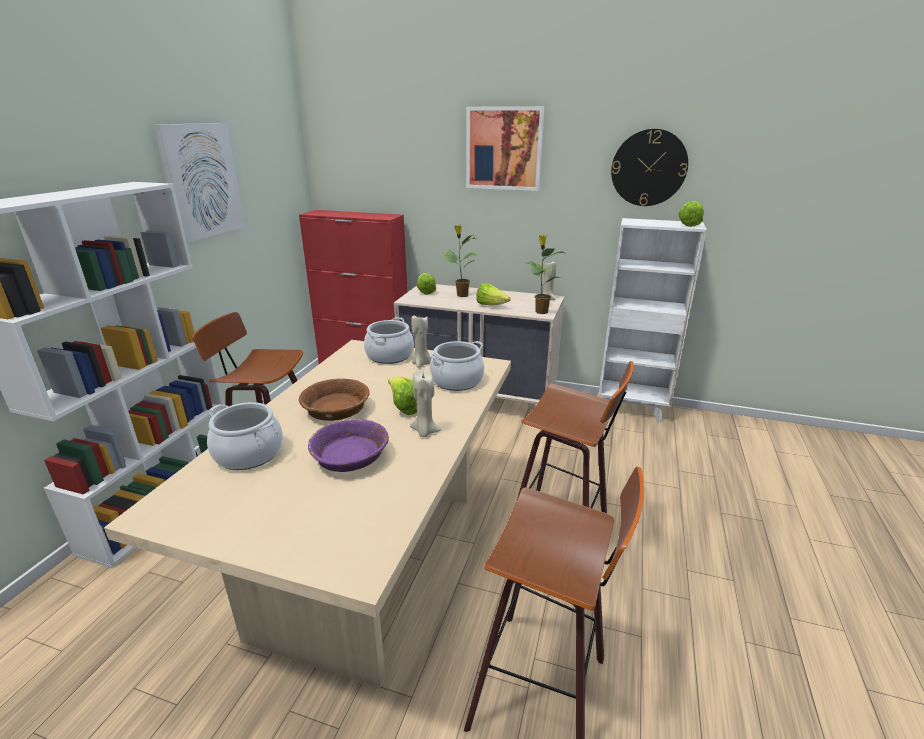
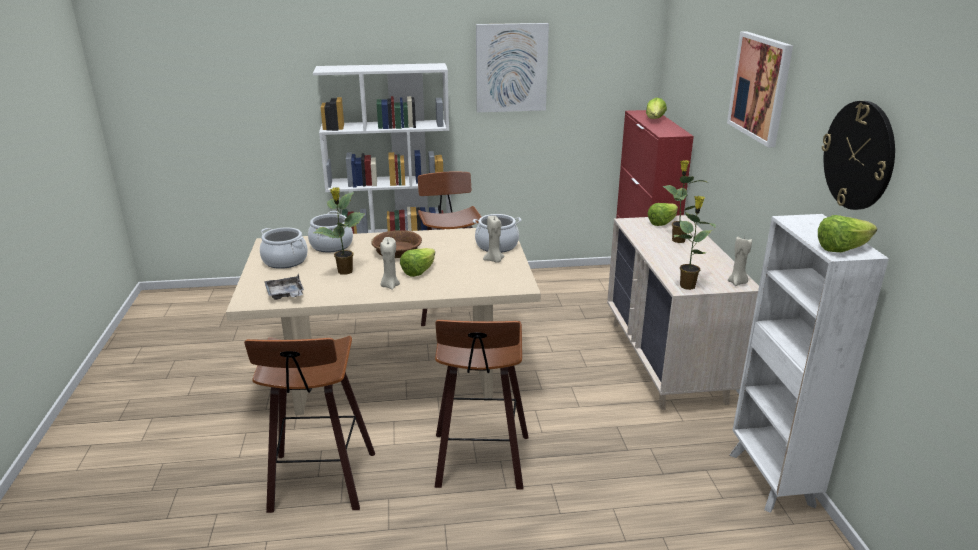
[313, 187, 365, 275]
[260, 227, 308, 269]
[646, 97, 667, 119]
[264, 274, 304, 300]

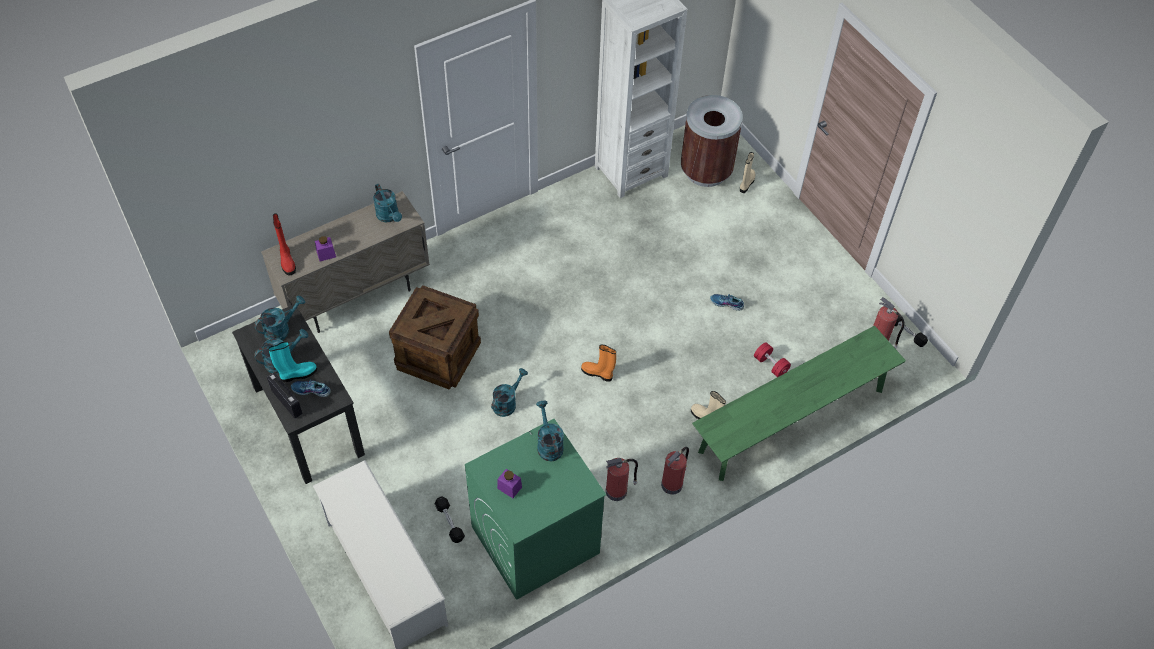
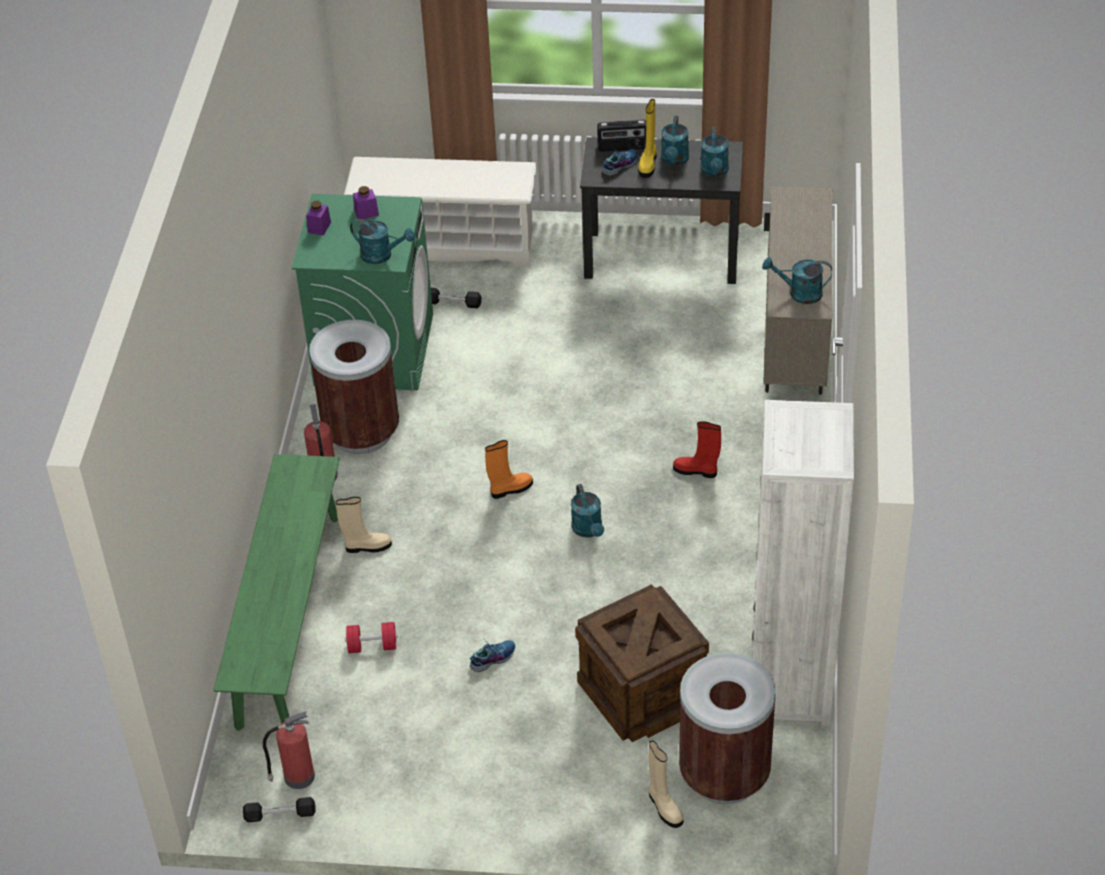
[638, 99, 657, 178]
[673, 421, 721, 478]
[306, 201, 331, 236]
[575, 584, 709, 742]
[571, 484, 604, 538]
[309, 320, 399, 454]

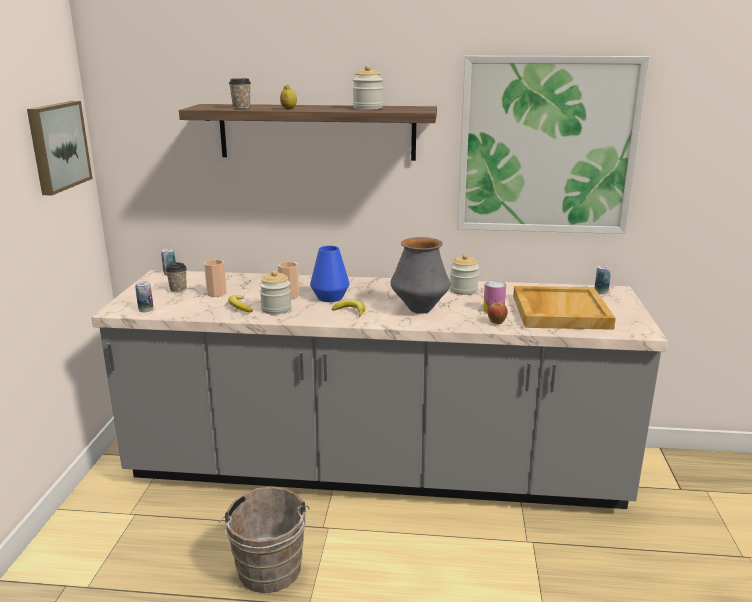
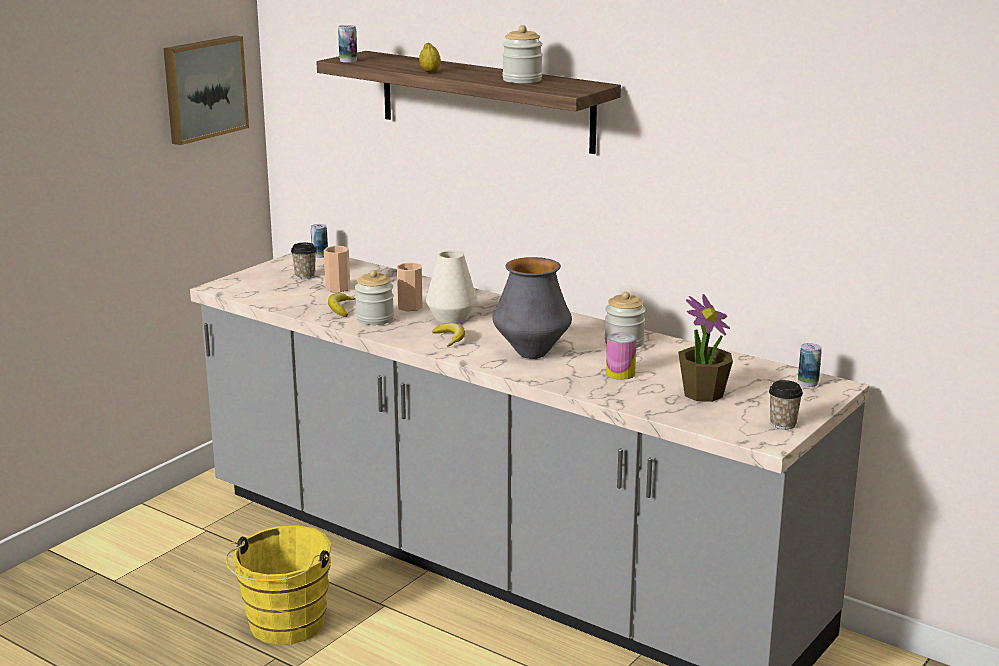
[338, 25, 357, 62]
[226, 525, 331, 645]
[769, 380, 803, 429]
[426, 250, 477, 324]
[457, 56, 650, 234] (first image)
[487, 300, 508, 324] (first image)
[678, 294, 733, 402]

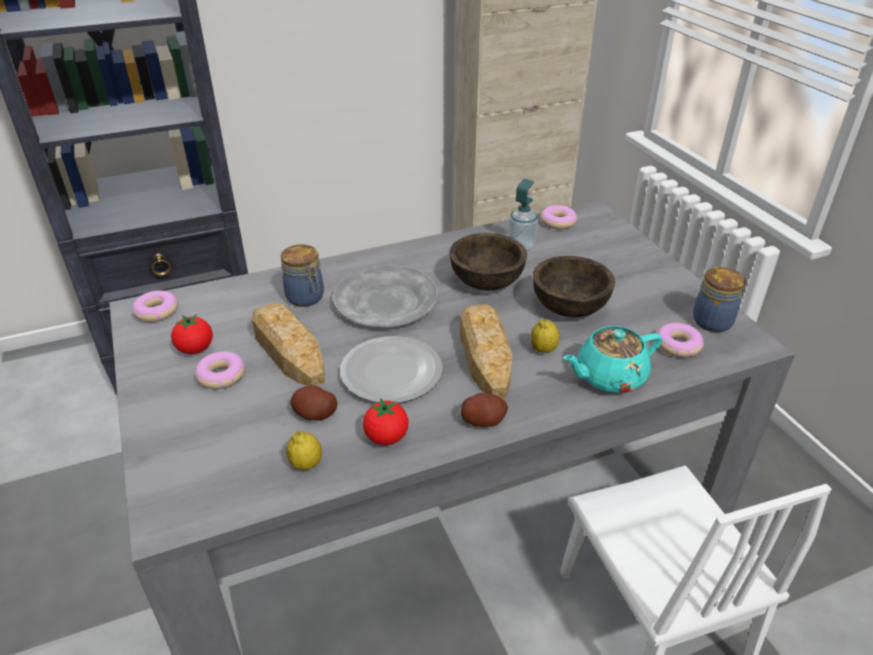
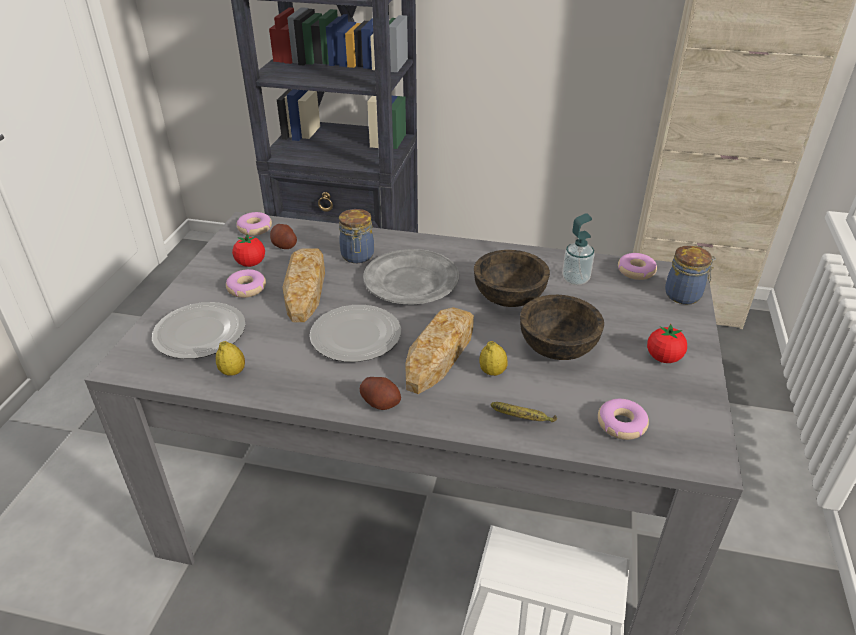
[270, 224, 297, 249]
[647, 324, 687, 363]
[491, 402, 557, 422]
[665, 246, 716, 305]
[152, 302, 245, 359]

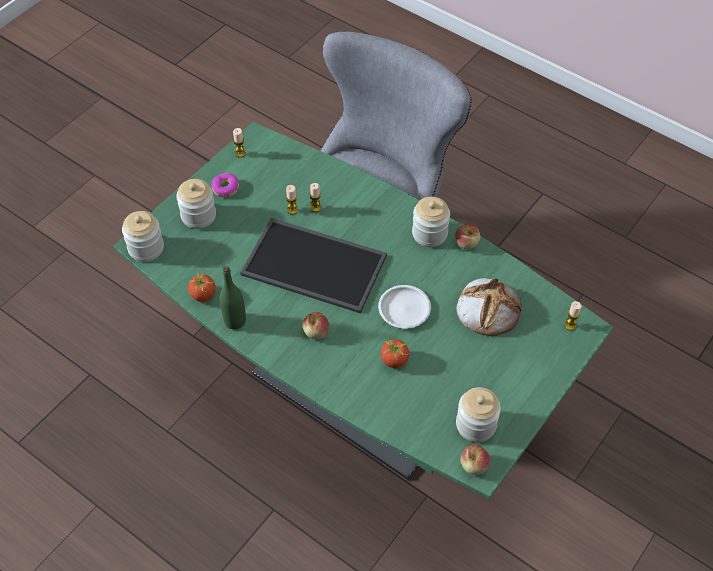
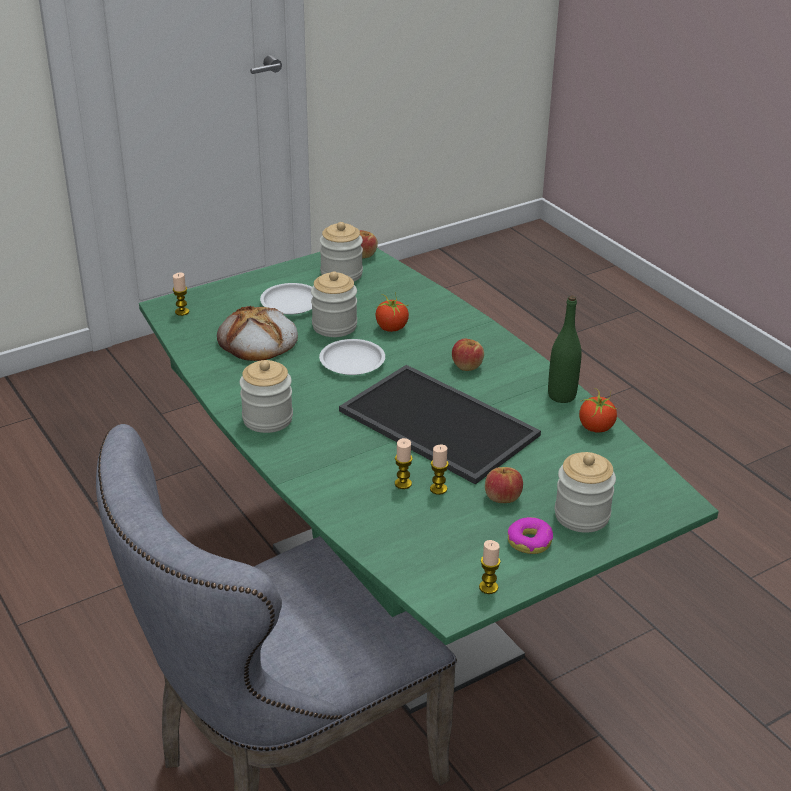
[311, 271, 357, 337]
[485, 467, 523, 503]
[260, 283, 313, 315]

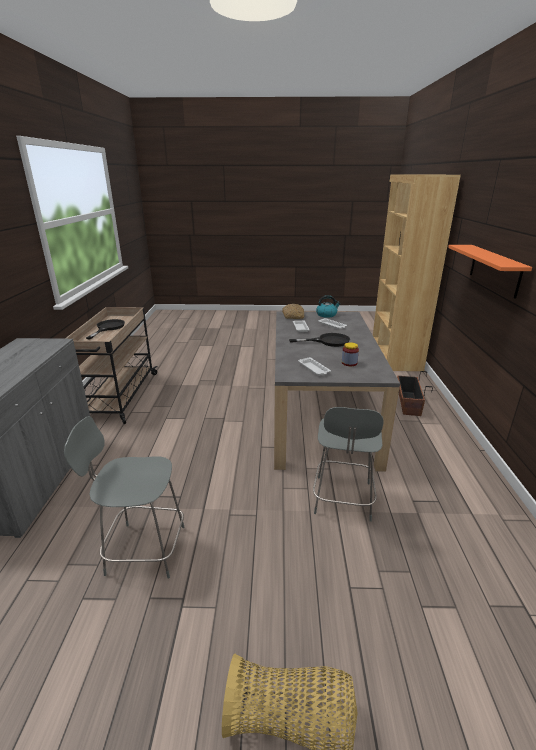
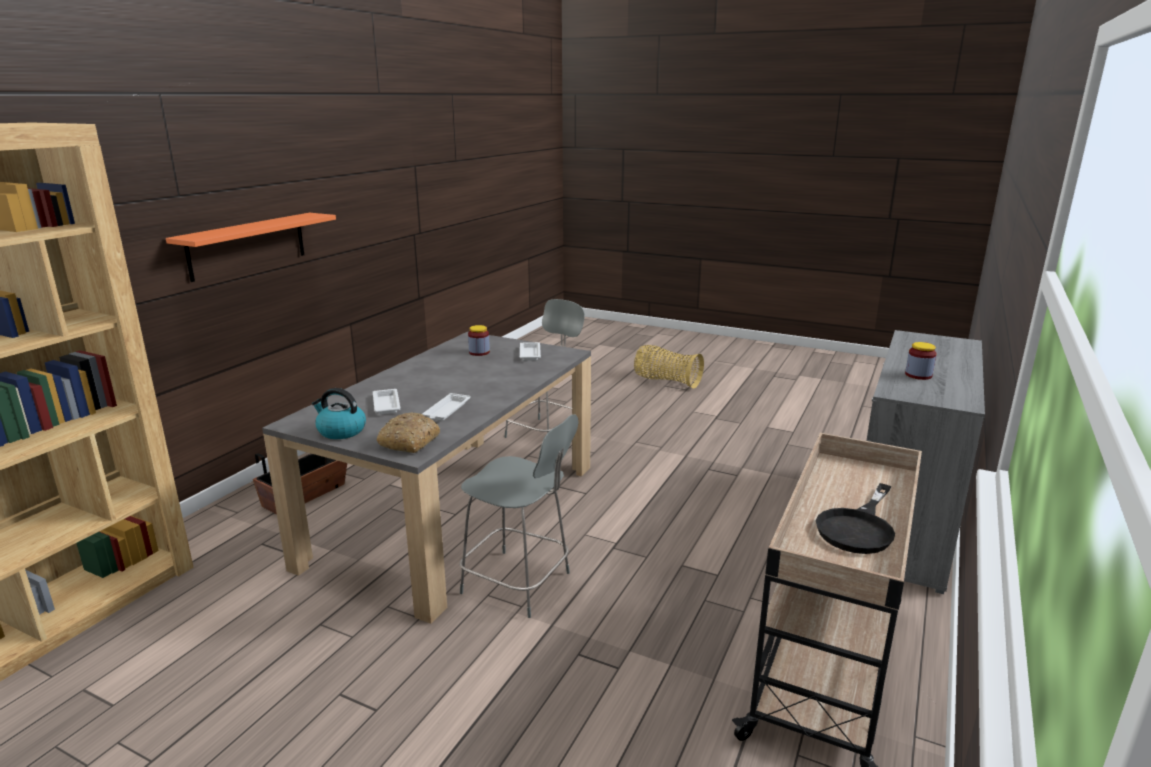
[459, 414, 579, 618]
[289, 333, 350, 347] (first image)
[905, 342, 937, 380]

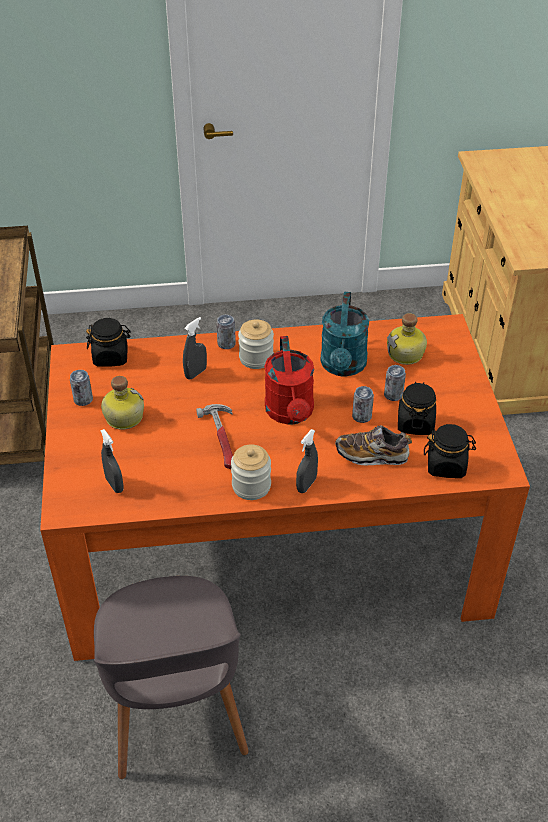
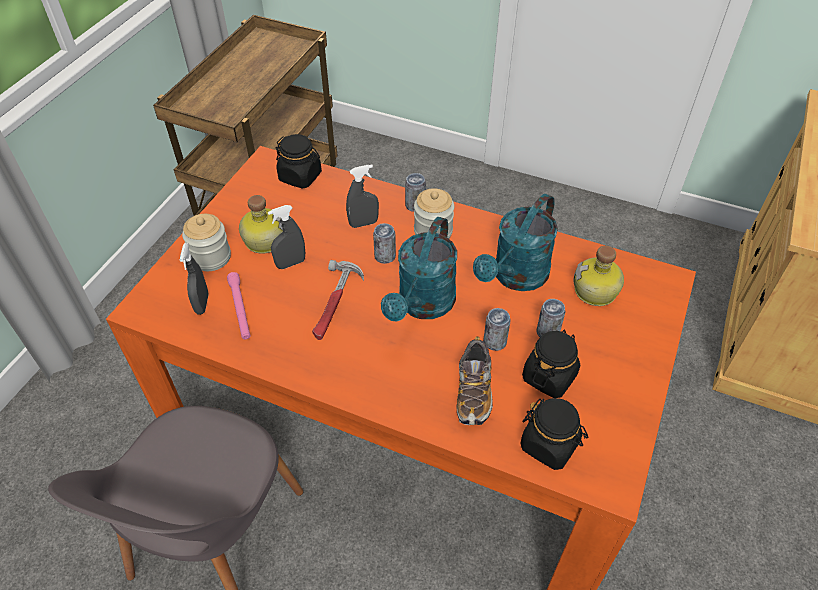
[373, 223, 396, 264]
[182, 214, 231, 271]
[381, 217, 457, 321]
[268, 205, 305, 269]
[457, 337, 493, 425]
[227, 272, 251, 339]

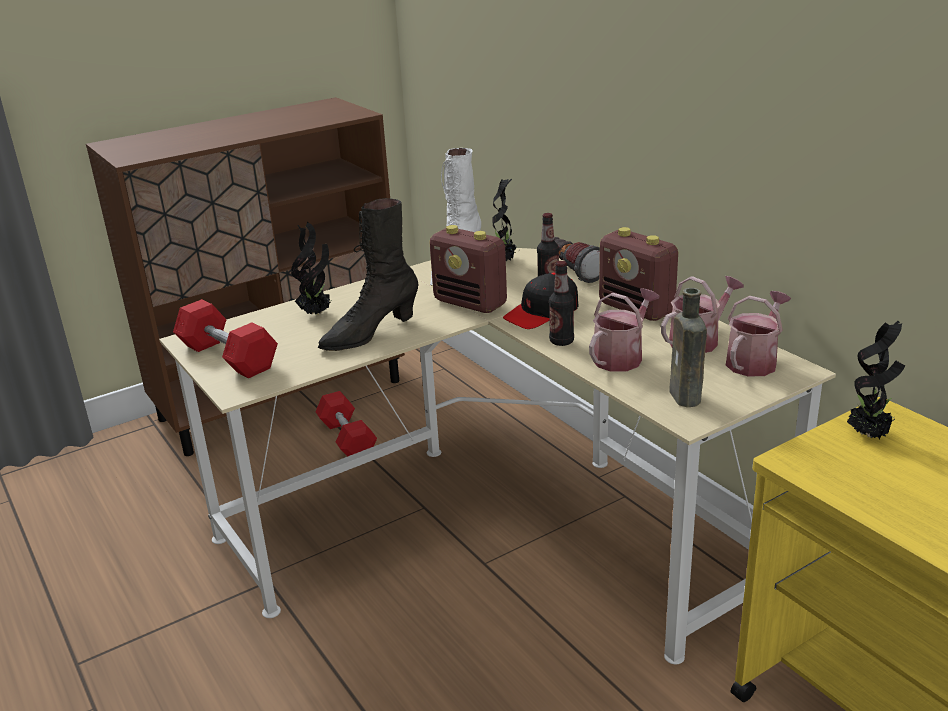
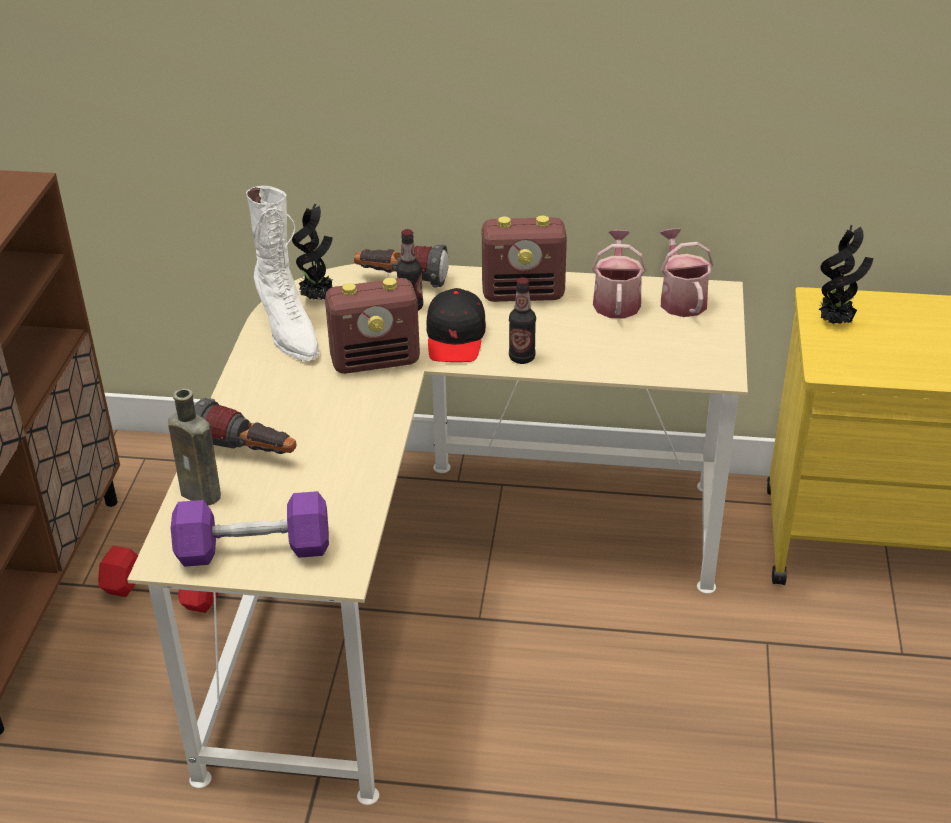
[171, 491, 329, 567]
[194, 398, 296, 454]
[318, 198, 418, 351] (first image)
[589, 288, 659, 372] (first image)
[168, 388, 221, 505]

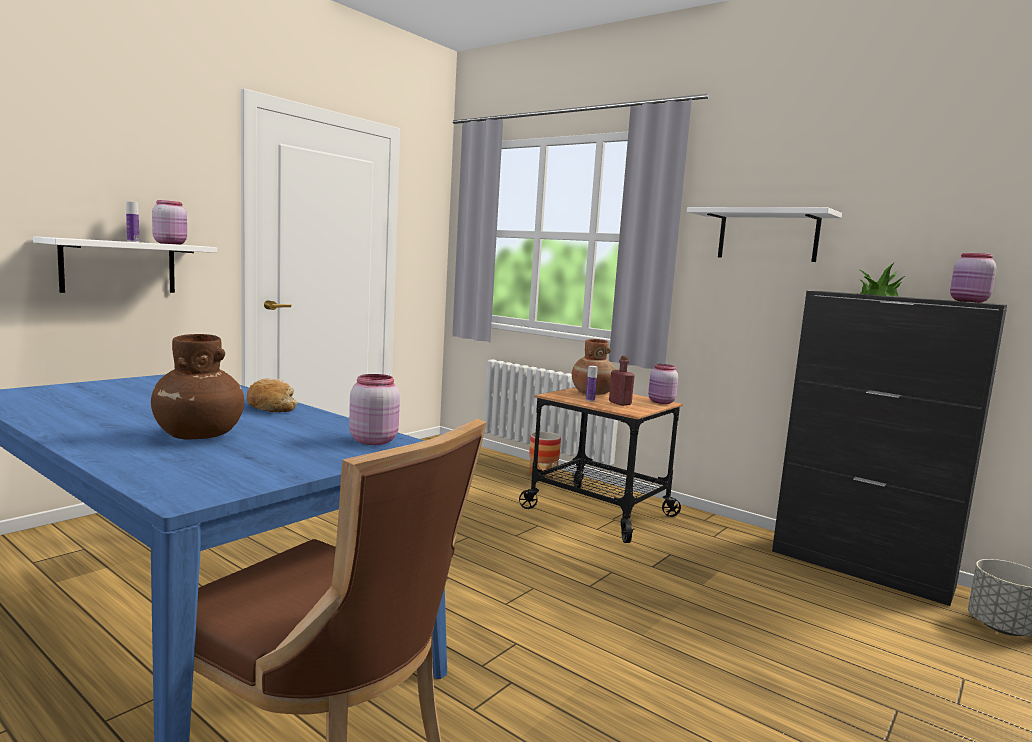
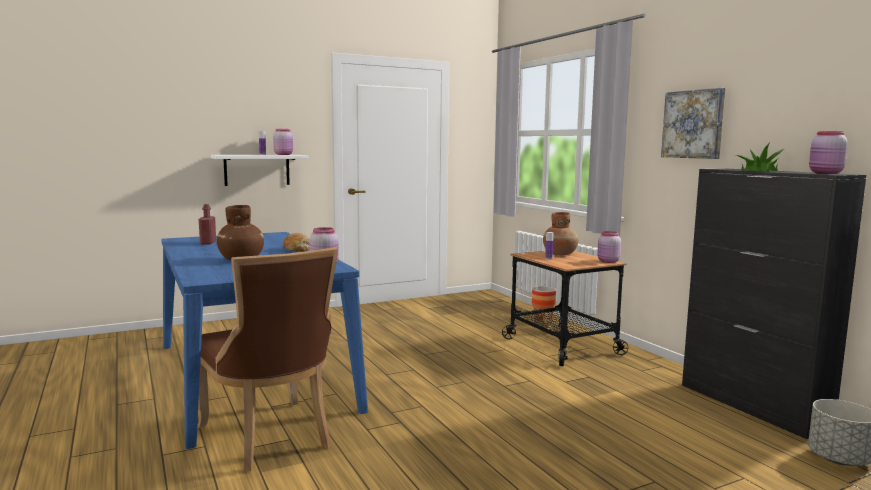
[199, 204, 216, 244]
[661, 88, 725, 159]

